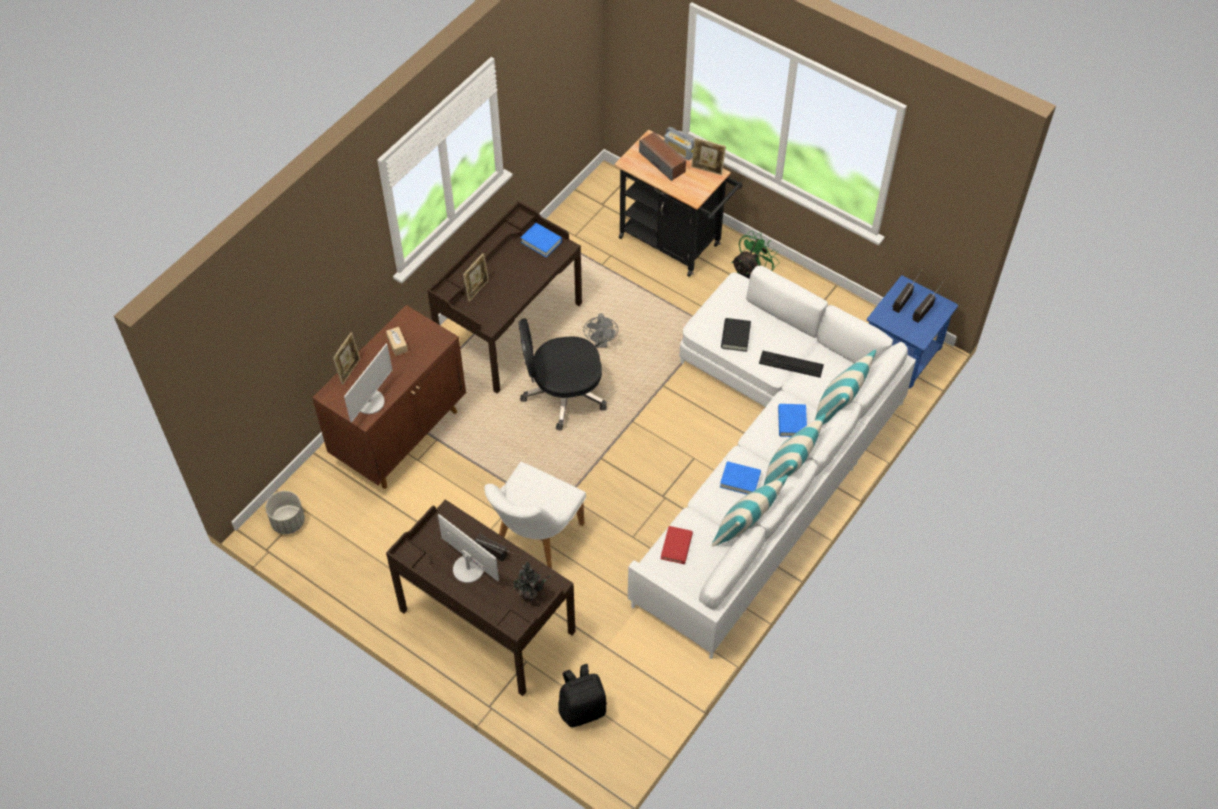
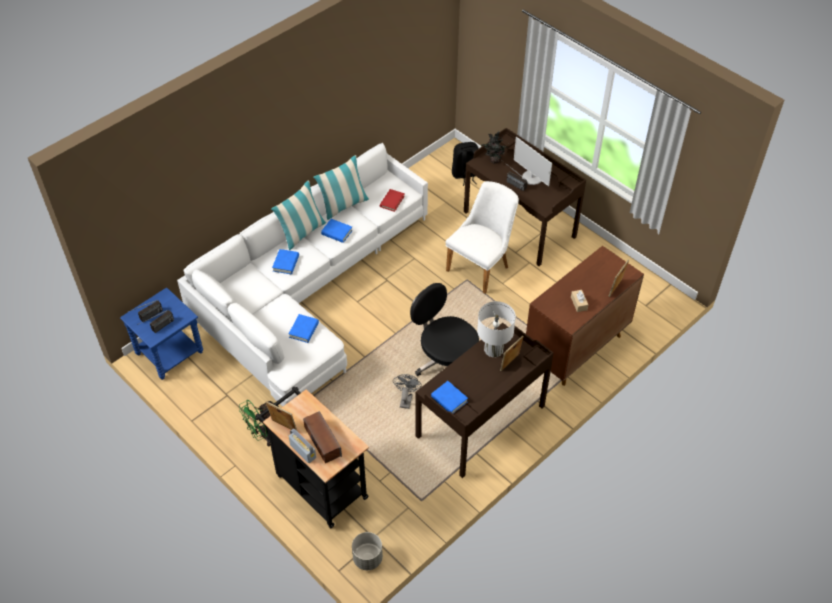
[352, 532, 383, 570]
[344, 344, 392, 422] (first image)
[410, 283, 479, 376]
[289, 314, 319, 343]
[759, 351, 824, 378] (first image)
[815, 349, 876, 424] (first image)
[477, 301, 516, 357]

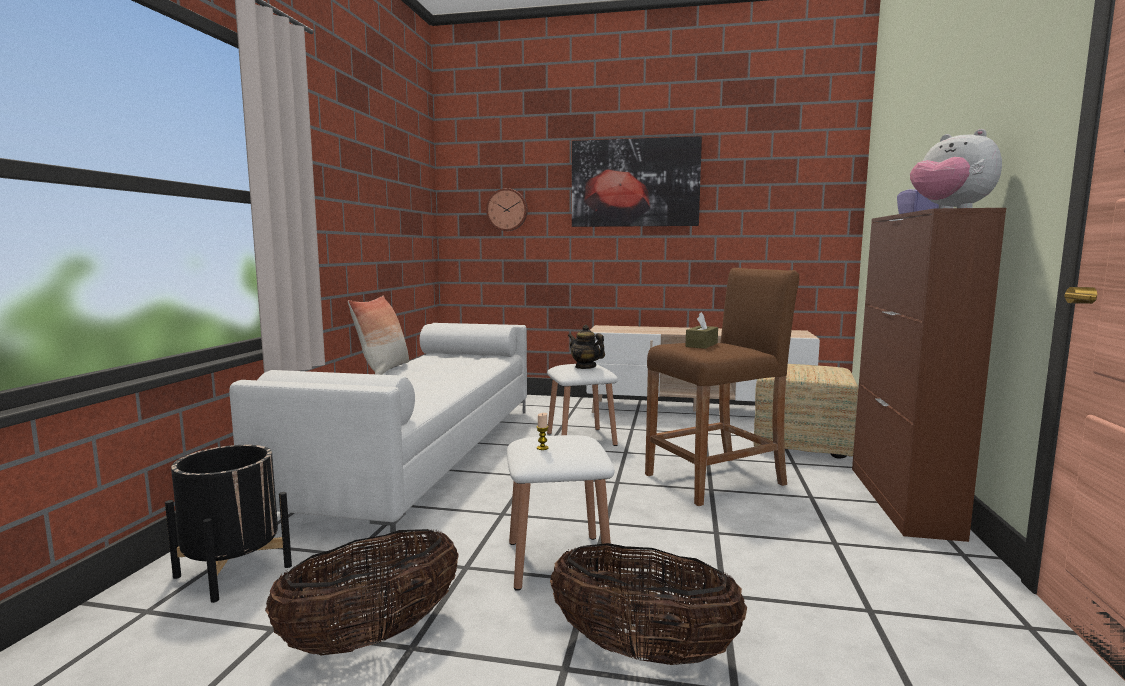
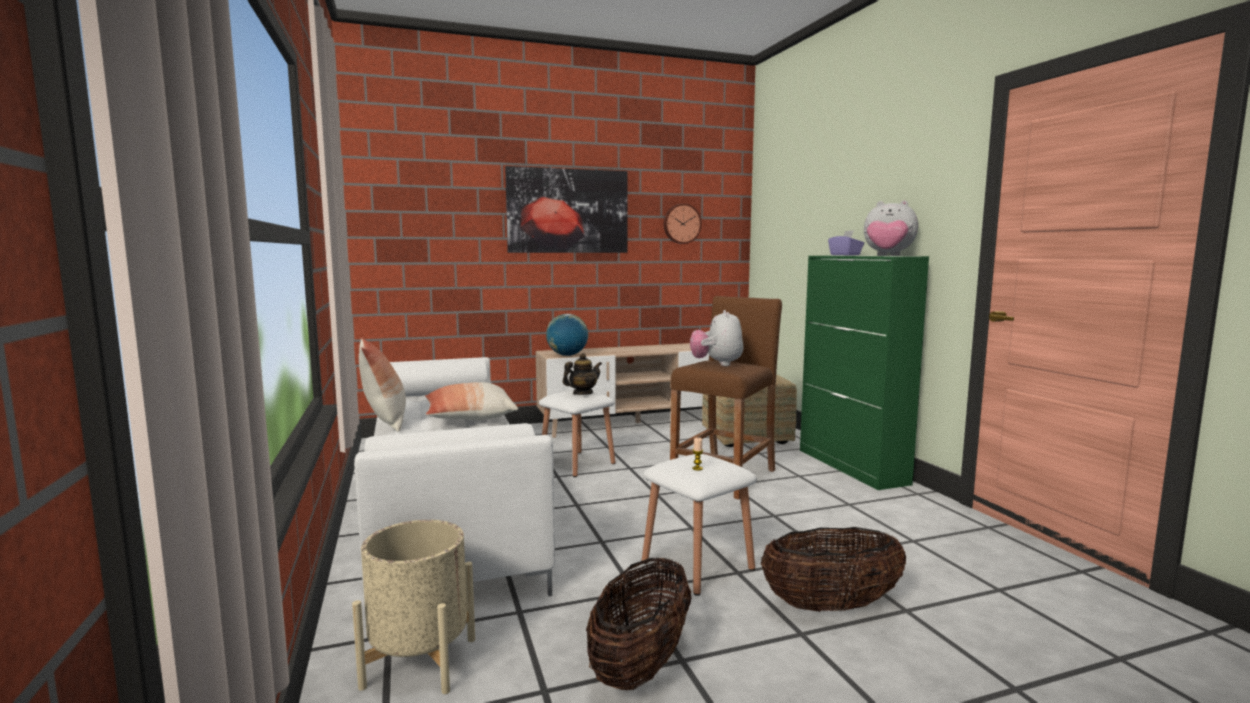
[352, 520, 475, 694]
[664, 203, 702, 244]
[563, 353, 602, 395]
[690, 310, 743, 366]
[800, 256, 929, 490]
[425, 382, 518, 420]
[546, 314, 589, 356]

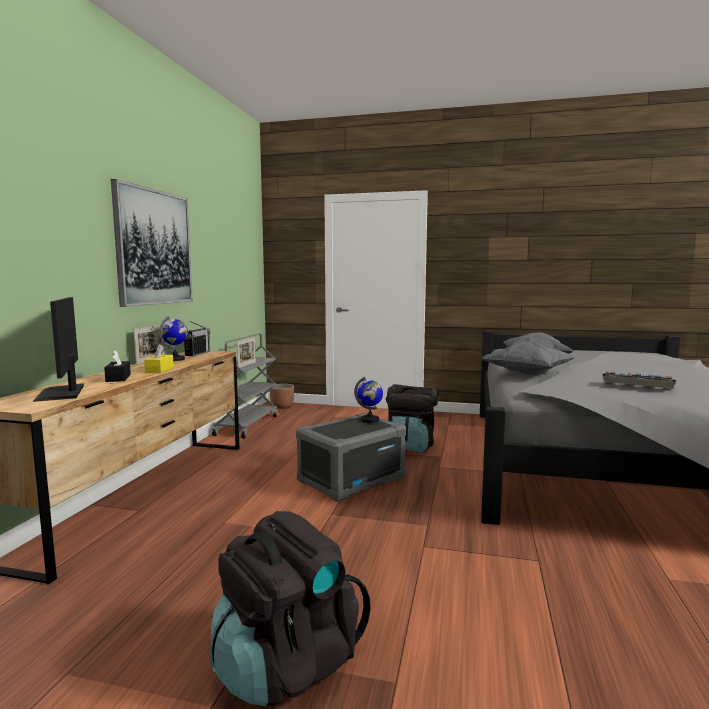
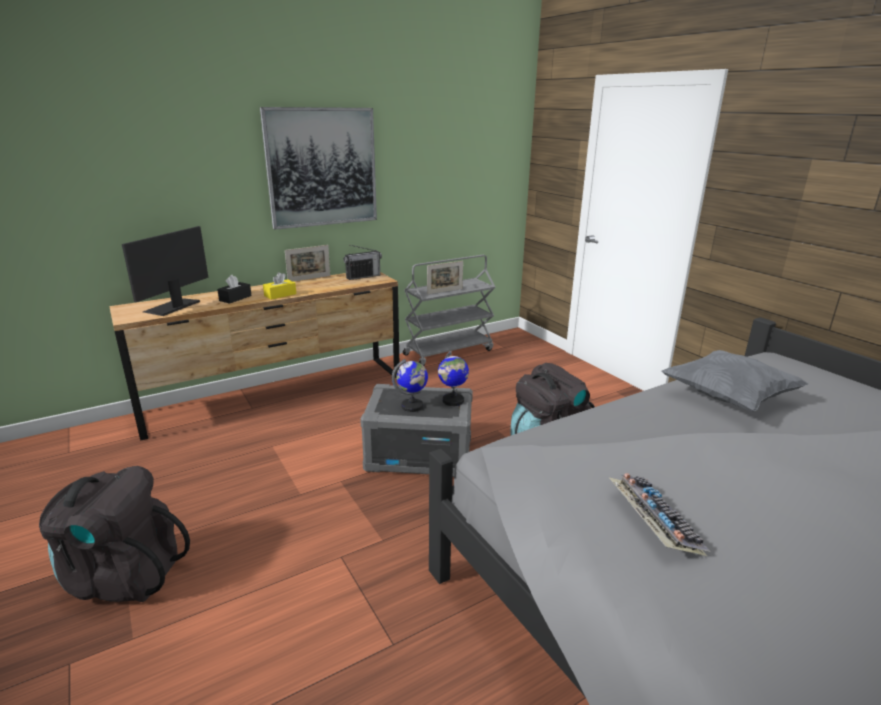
[392, 359, 428, 412]
[270, 384, 294, 409] (first image)
[481, 342, 575, 375] (first image)

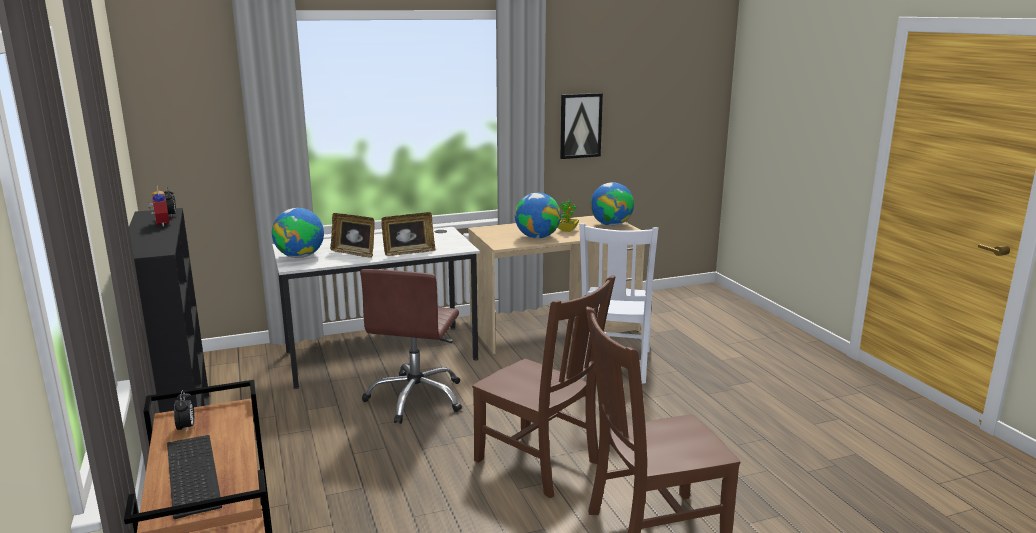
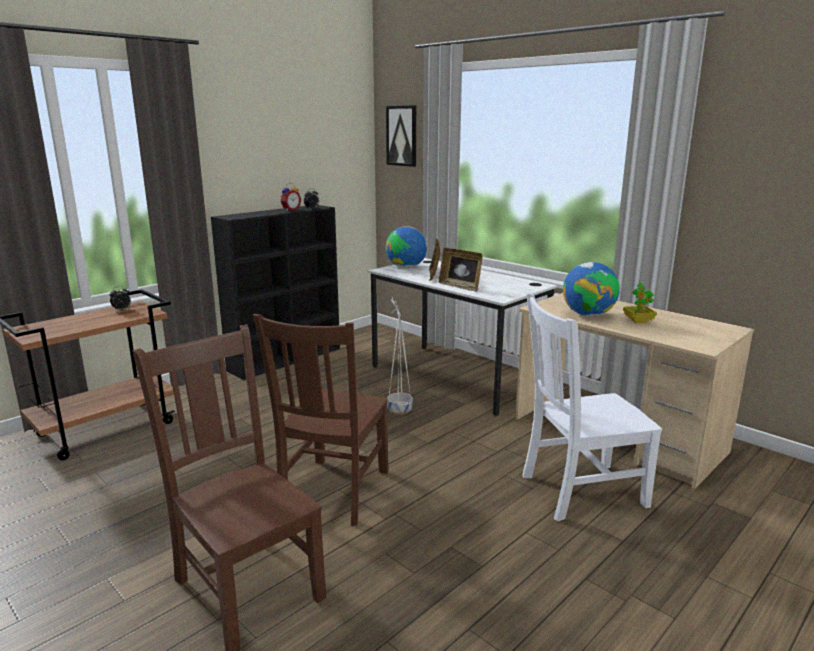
[167, 435, 222, 519] (first image)
[387, 297, 413, 415]
[386, 105, 416, 167]
[590, 182, 634, 226] (first image)

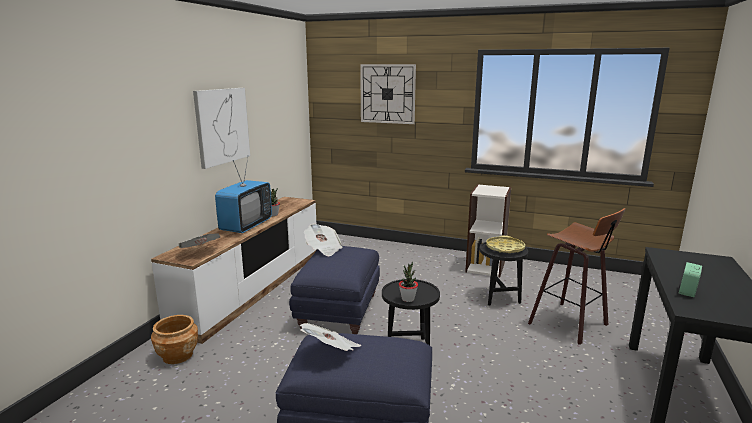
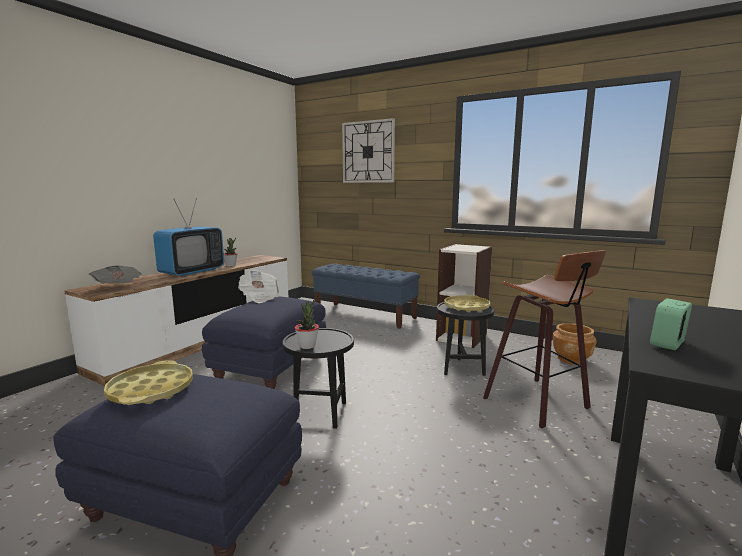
[553, 323, 597, 365]
[193, 88, 250, 169] (first image)
[104, 360, 193, 405]
[312, 263, 420, 329]

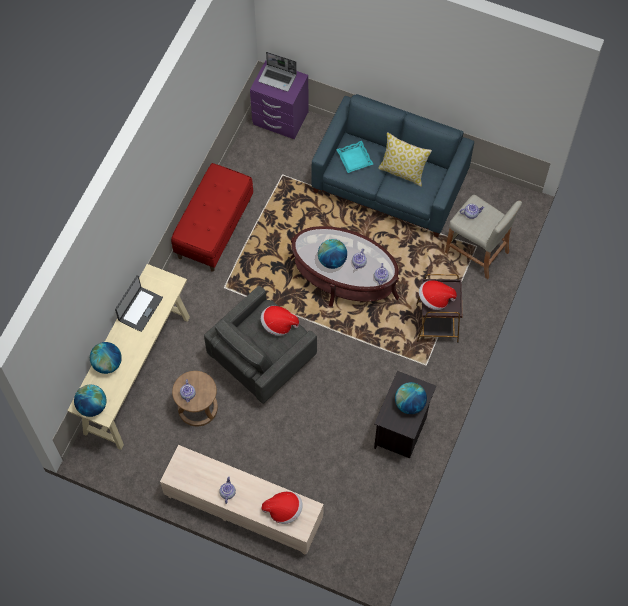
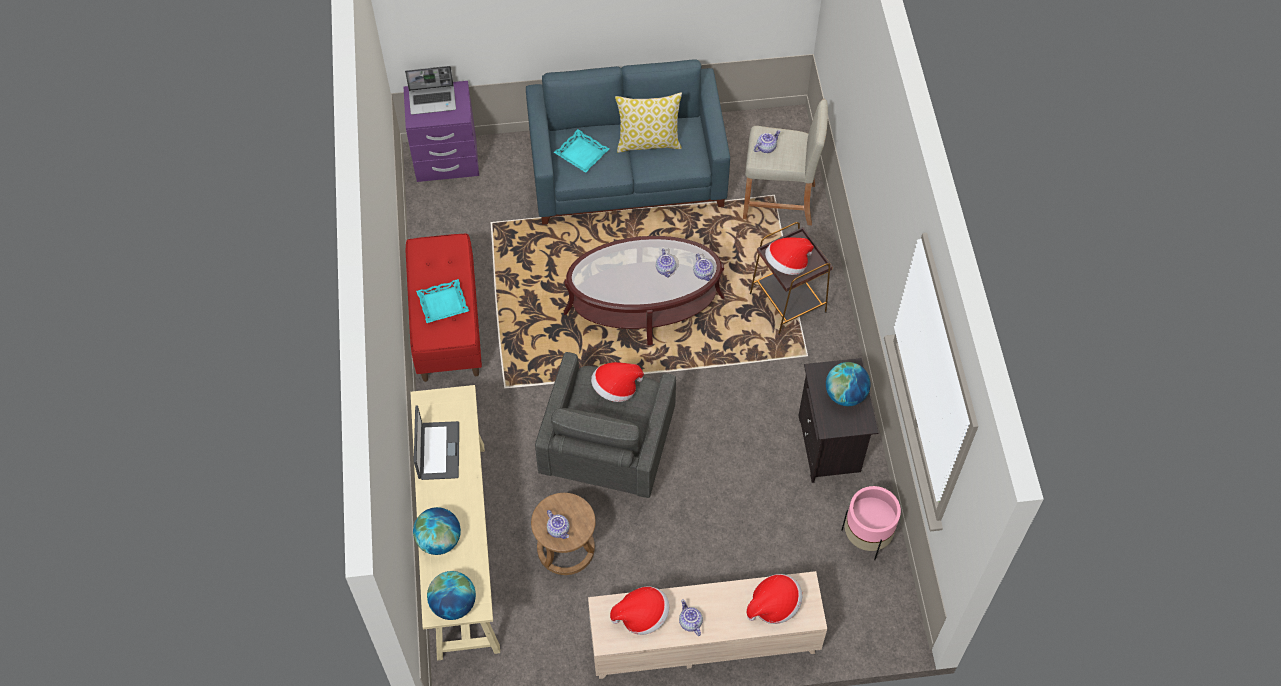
[318, 239, 347, 269] (first image)
[416, 279, 469, 323]
[610, 586, 669, 635]
[841, 486, 901, 560]

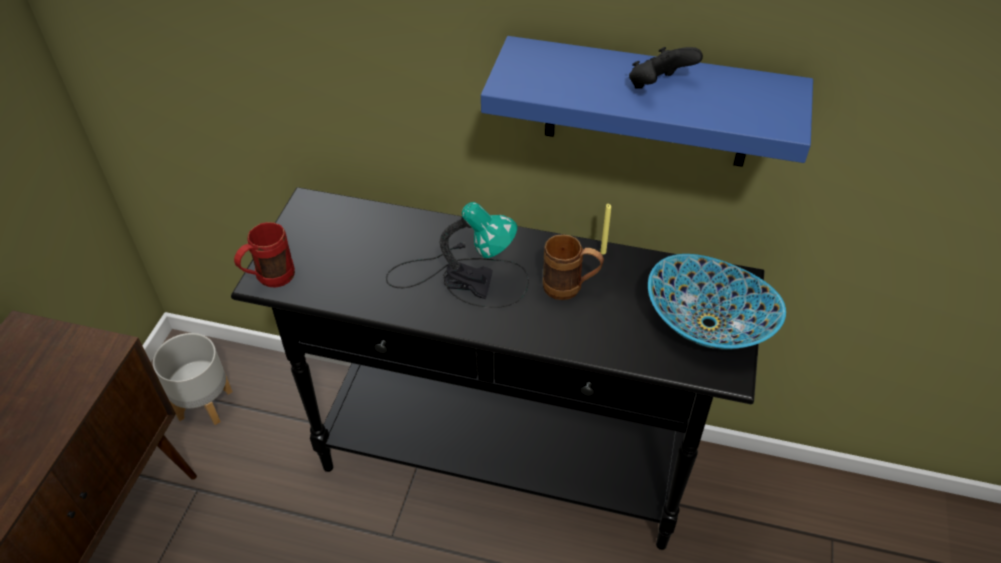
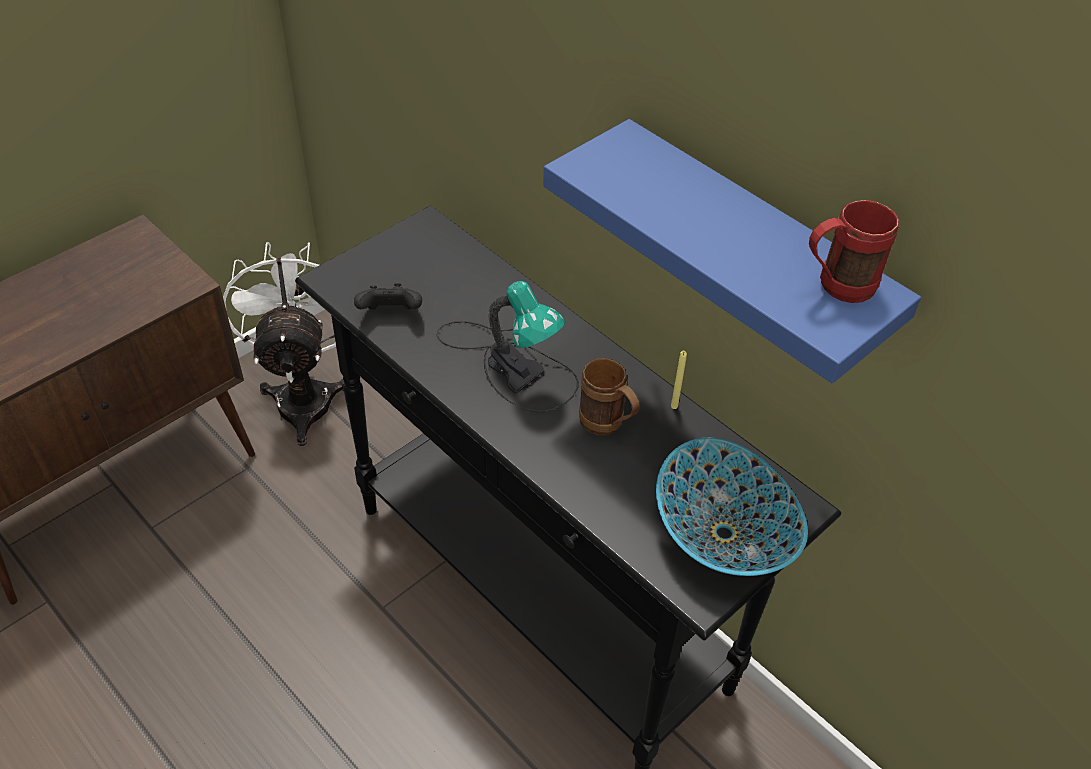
[223, 242, 344, 446]
[809, 200, 899, 303]
[354, 283, 422, 310]

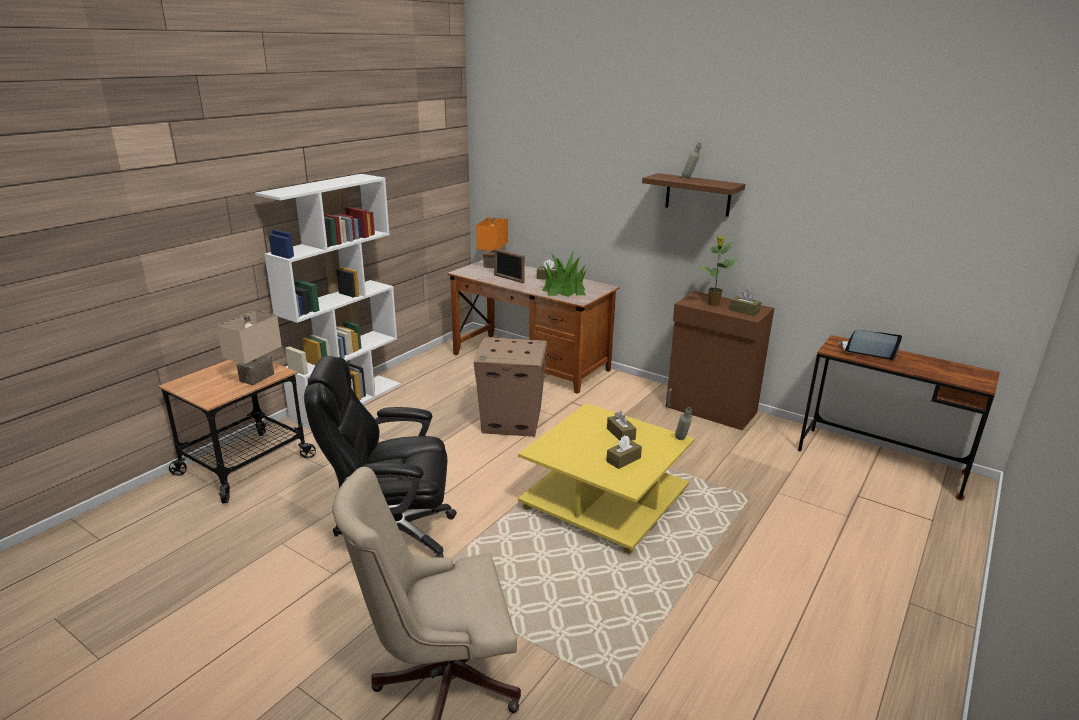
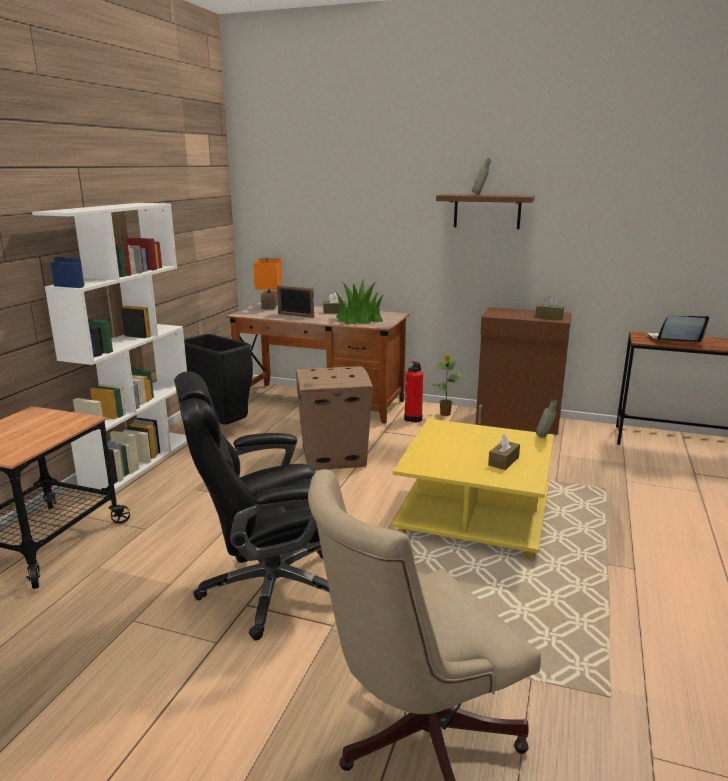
[217, 310, 282, 385] (first image)
[607, 411, 636, 441] (first image)
[432, 355, 462, 416]
[184, 334, 253, 425]
[404, 361, 423, 423]

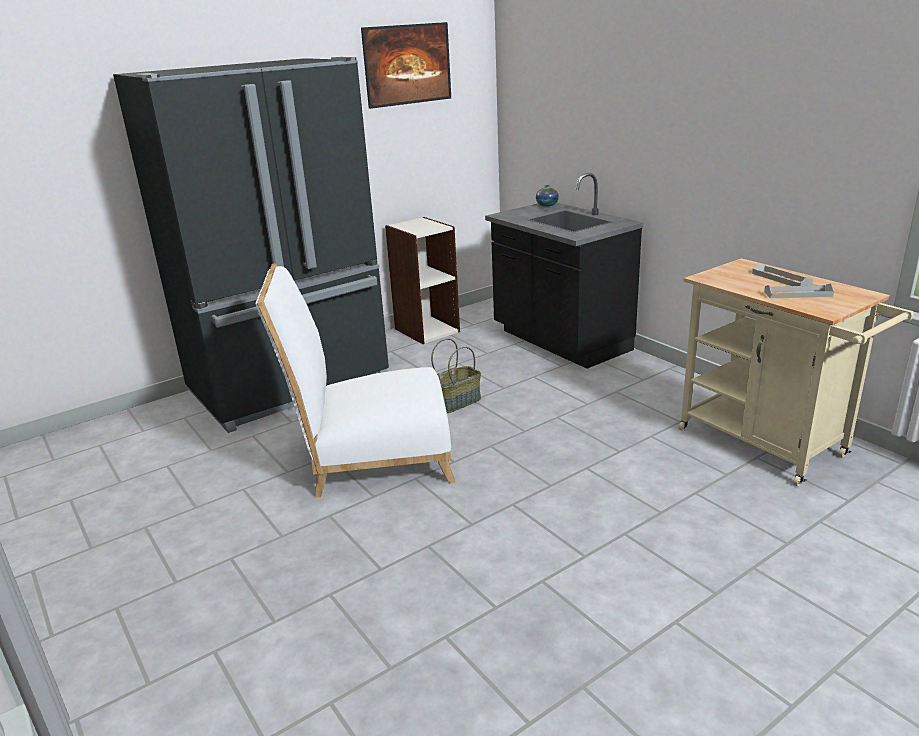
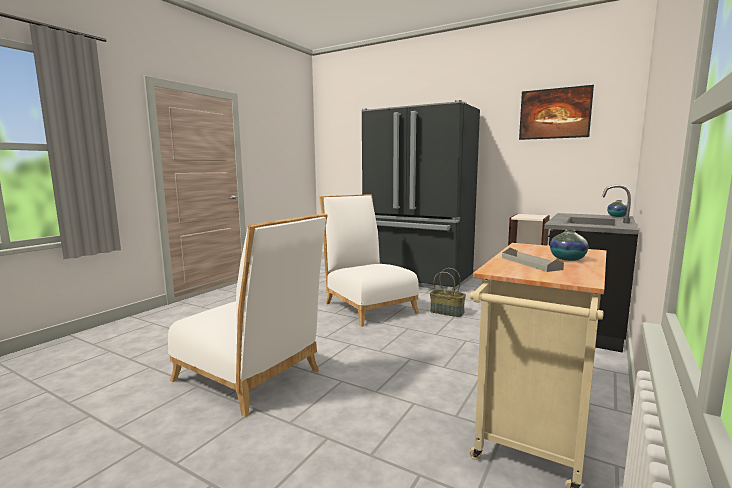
[550, 229, 588, 261]
[168, 213, 328, 417]

